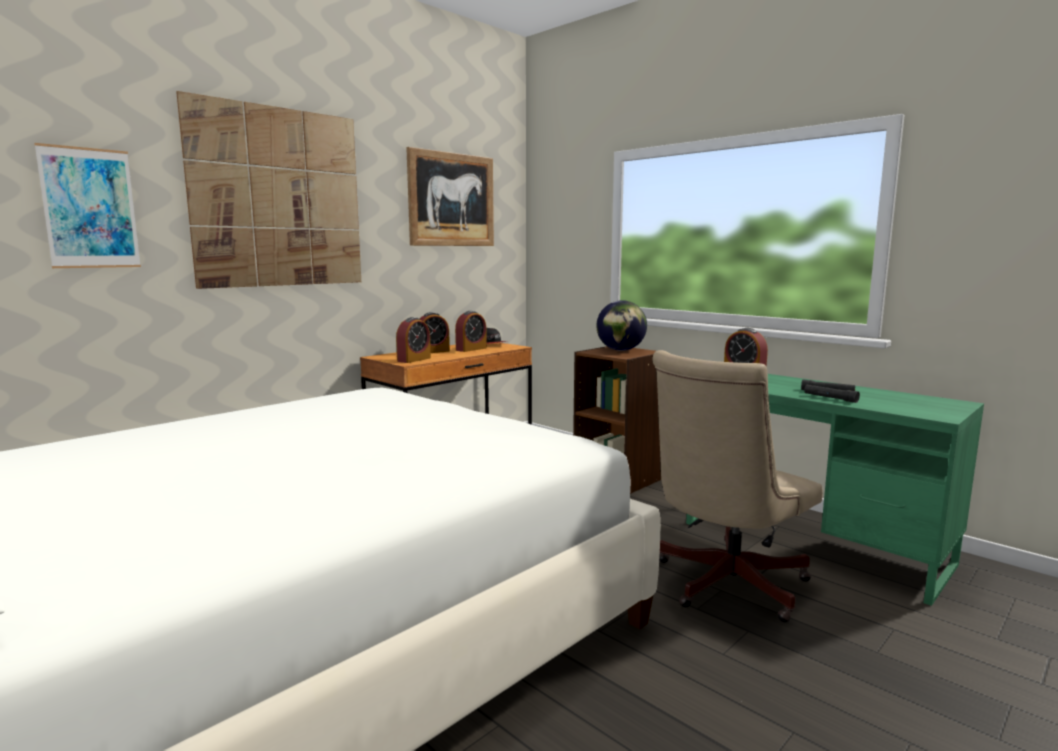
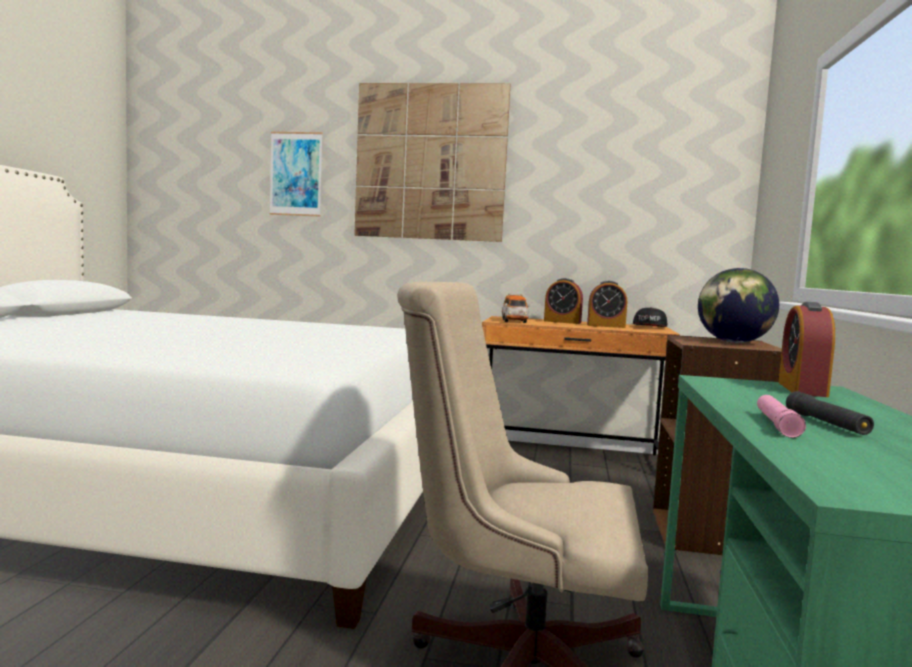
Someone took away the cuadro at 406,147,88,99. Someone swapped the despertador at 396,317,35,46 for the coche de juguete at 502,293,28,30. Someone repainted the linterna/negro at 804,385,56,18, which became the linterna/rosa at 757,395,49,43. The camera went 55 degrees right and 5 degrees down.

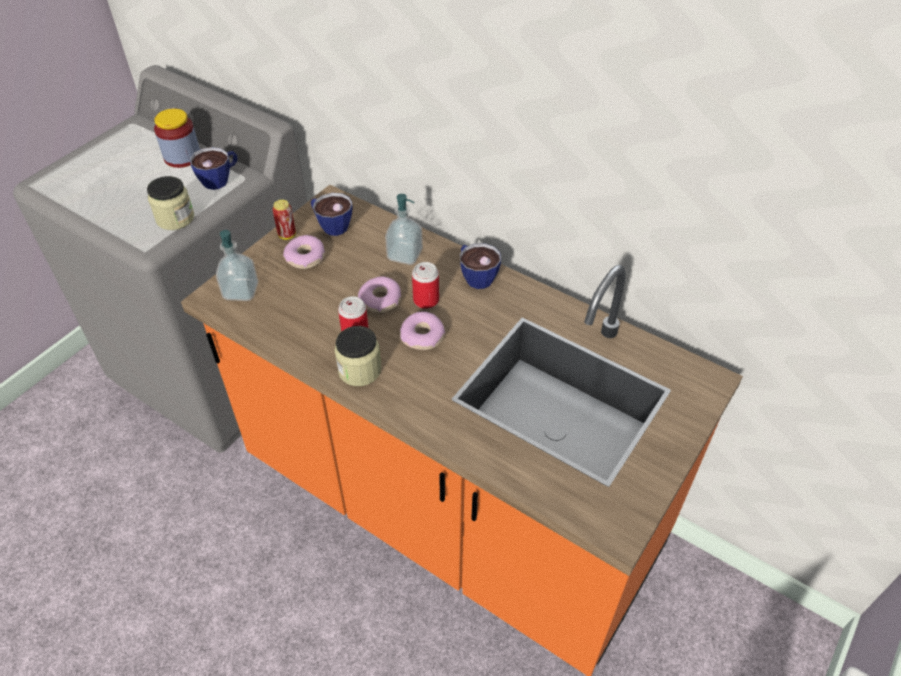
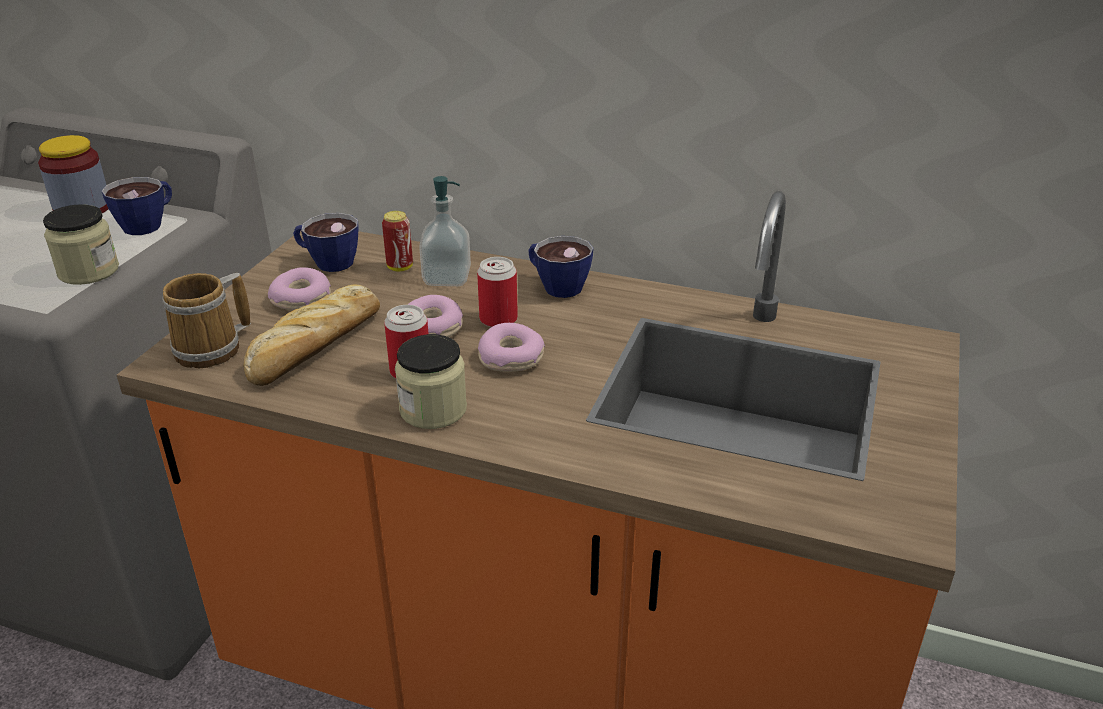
Someone put down the pan at 244,284,136,102. Someone carried the lata from 272,200,24,40 to 382,211,31,60. Someone swapped the dispensador de jabón at 216,230,42,71 for the taza grande at 162,273,89,95. The camera went 15 degrees left and 15 degrees down.

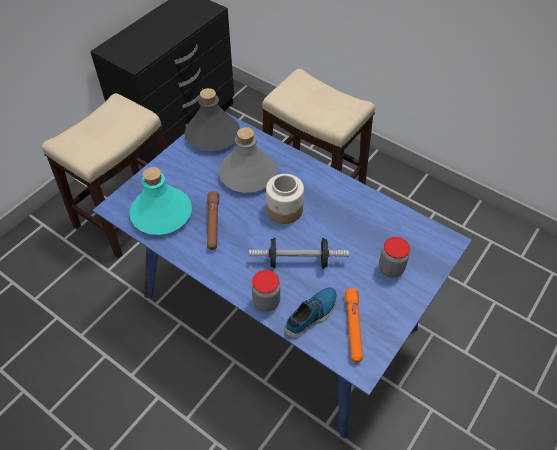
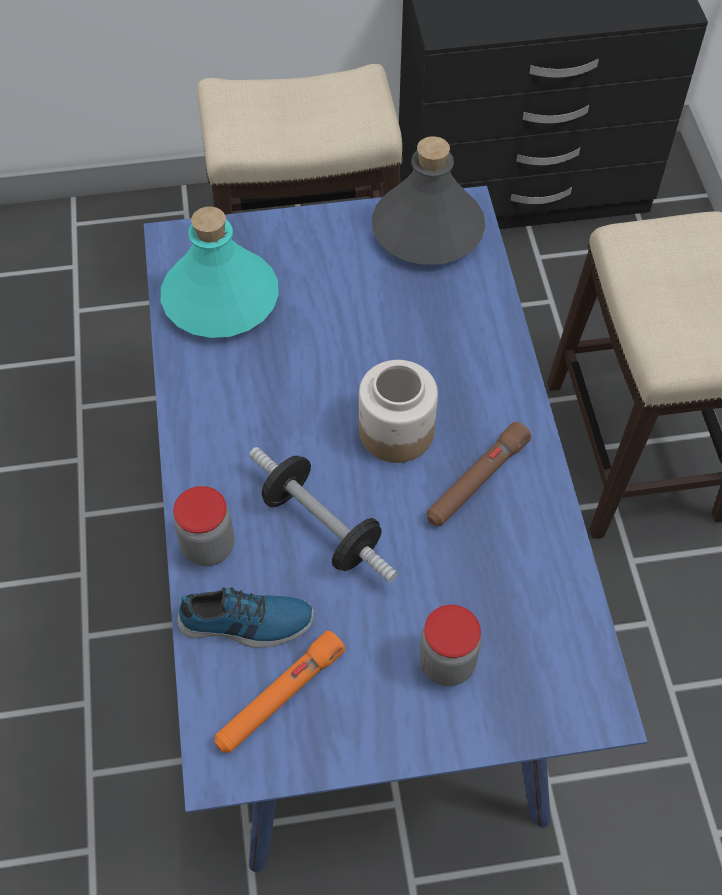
Someone took away the botella/gris at 219,127,58,66. Someone carried the linterna/marrón from 207,191,12,59 to 427,422,104,104. The camera went 45 degrees right and 5 degrees up.

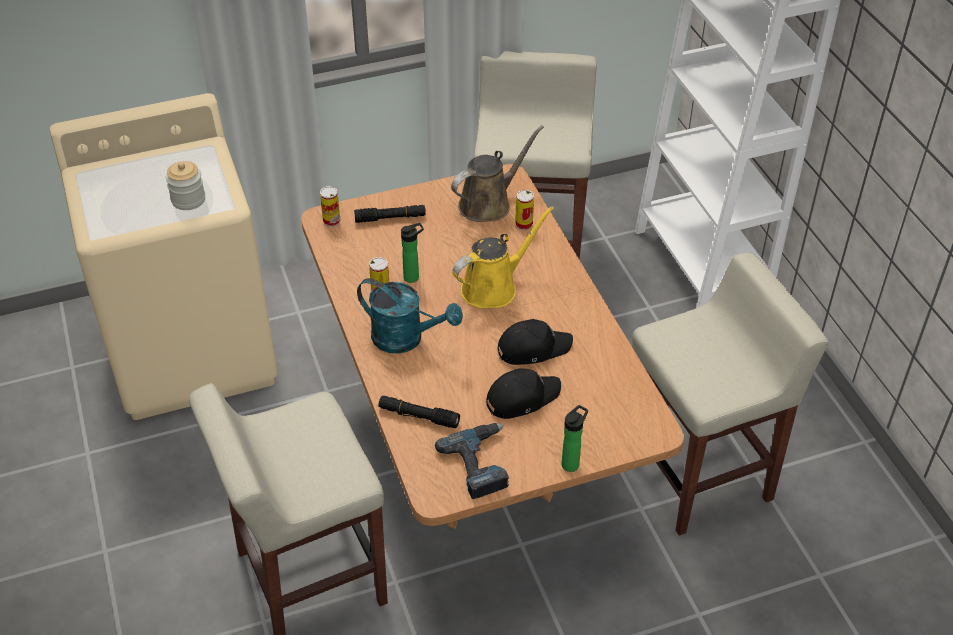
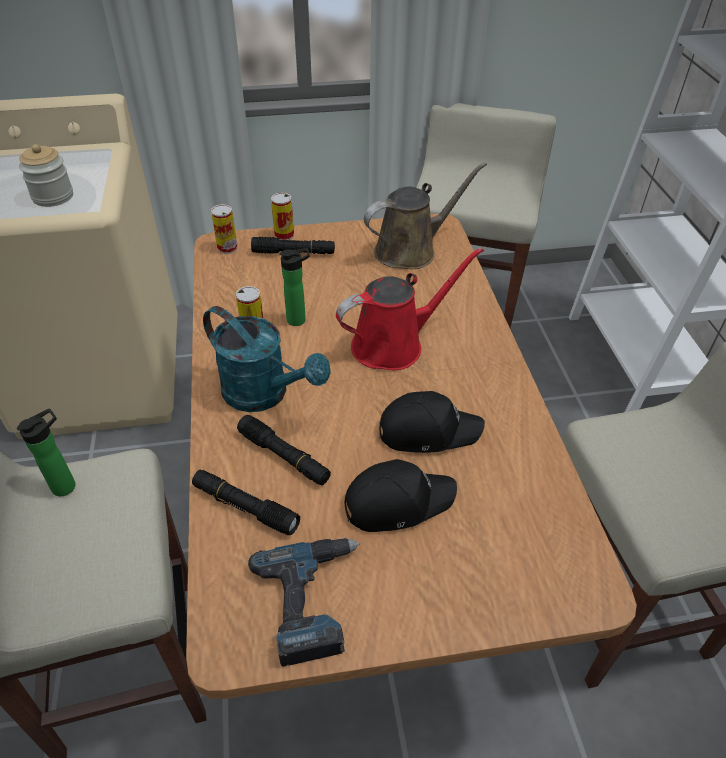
Someone put down the linterna/negro at 237,415,94,70. Someone carried the lata from 515,190,19,40 to 271,192,23,48. Someone carried the botella from 562,405,26,67 to 17,408,58,88. Someone repainted the regadera/amarillo at 452,206,102,103, which became the regadera/rojo at 336,247,148,124. The camera went 10 degrees right and 0 degrees up.

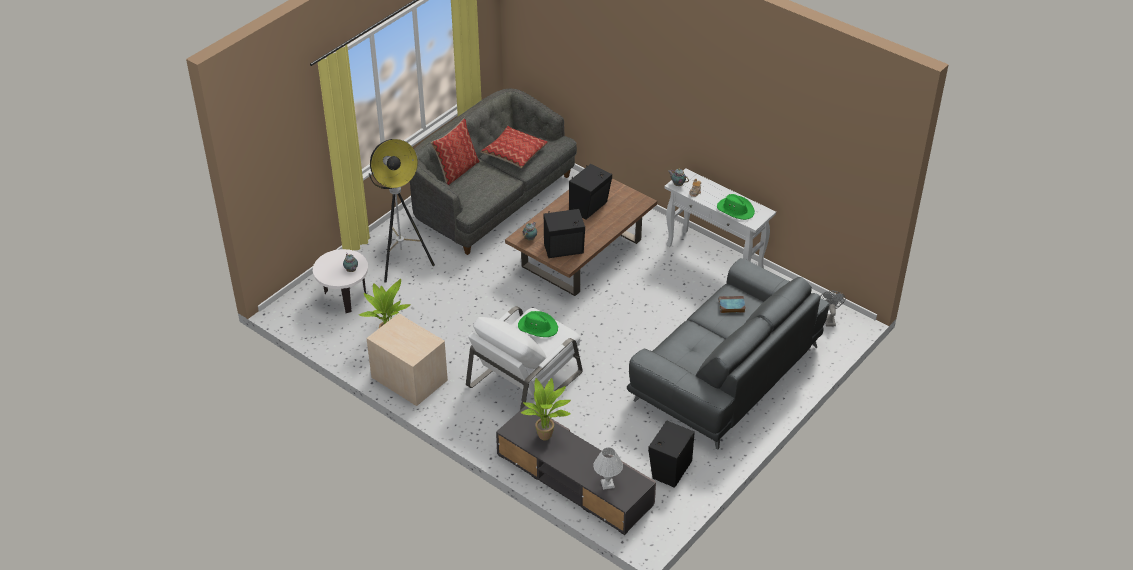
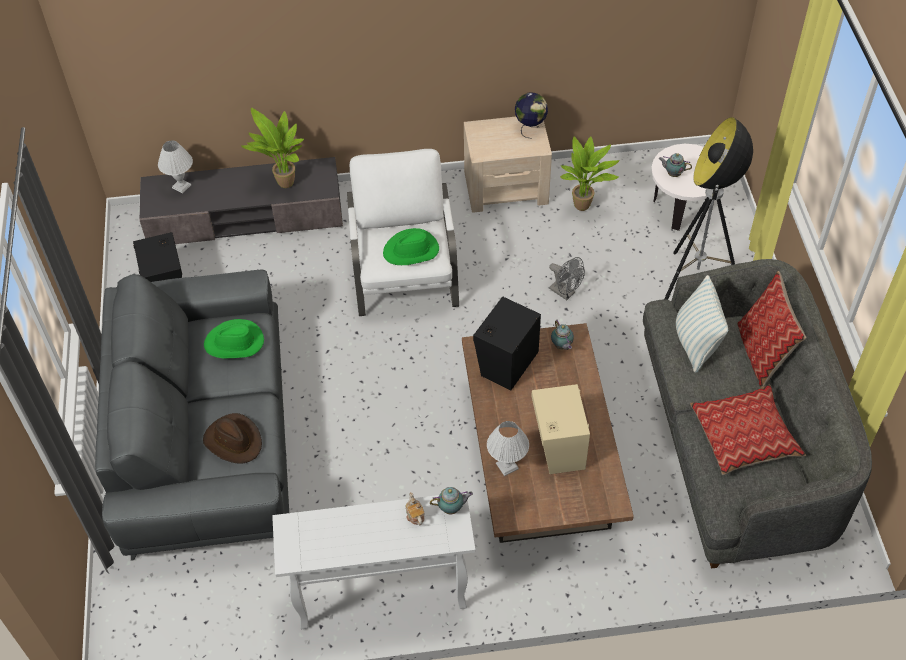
Someone put down the lámpara de mesa/blanco at 487,421,42,55. Someone put down the globo terráqueo at 515,93,33,46. Someone put down the cojín at 676,275,52,98. Someone carried the sombrero/verde from 717,194,38,26 to 204,319,60,40. Someone carried the ventilador/gris from 820,290,25,37 to 549,257,36,43. Someone swapped the libro at 719,296,27,17 for the sombrero/marrón at 203,413,59,51. Someone repainted the altavoz/negro at 569,164,43,56, which became the altavoz/beis at 532,384,58,90. The camera went 135 degrees right and 10 degrees up.

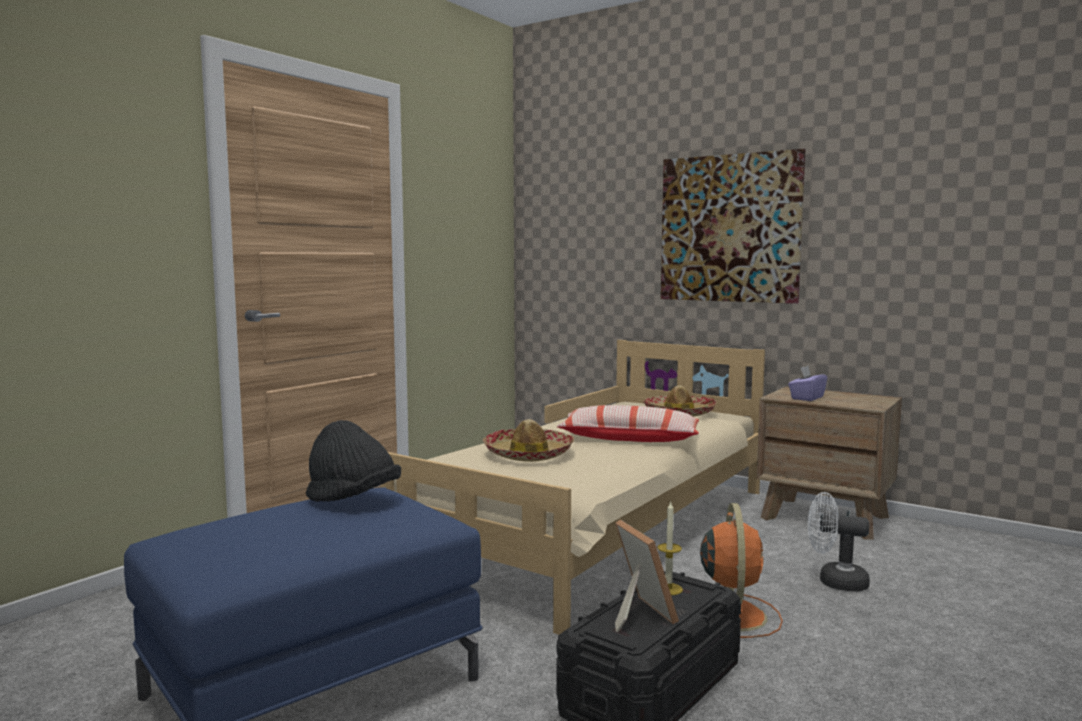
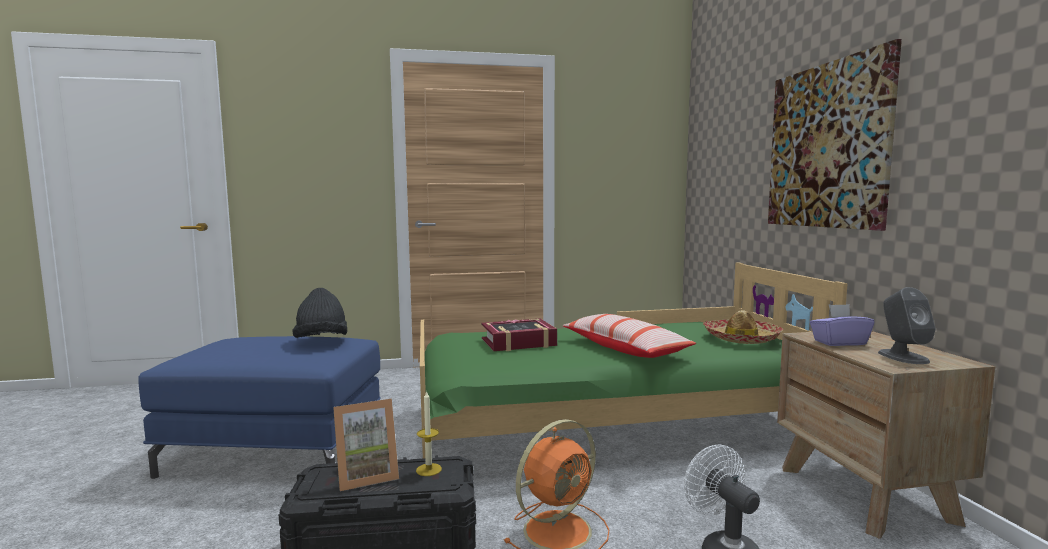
Someone put down the altavoz/gris at 878,287,58,77. Someone swapped the sombrero at 483,419,91,43 for the libro at 481,319,76,32. Someone repainted the cama/beis at 380,340,385,295, which became the cama/verde at 420,262,428,196. Someone rotated the portarretratos at 615,520,64,112 by 45 degrees clockwise. The camera went 45 degrees right and 0 degrees up.

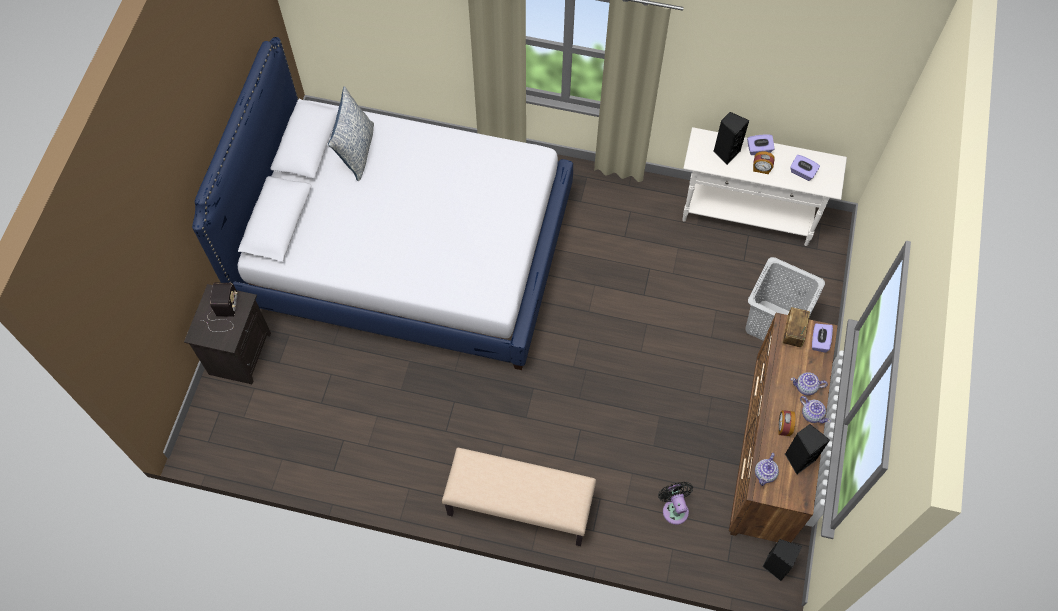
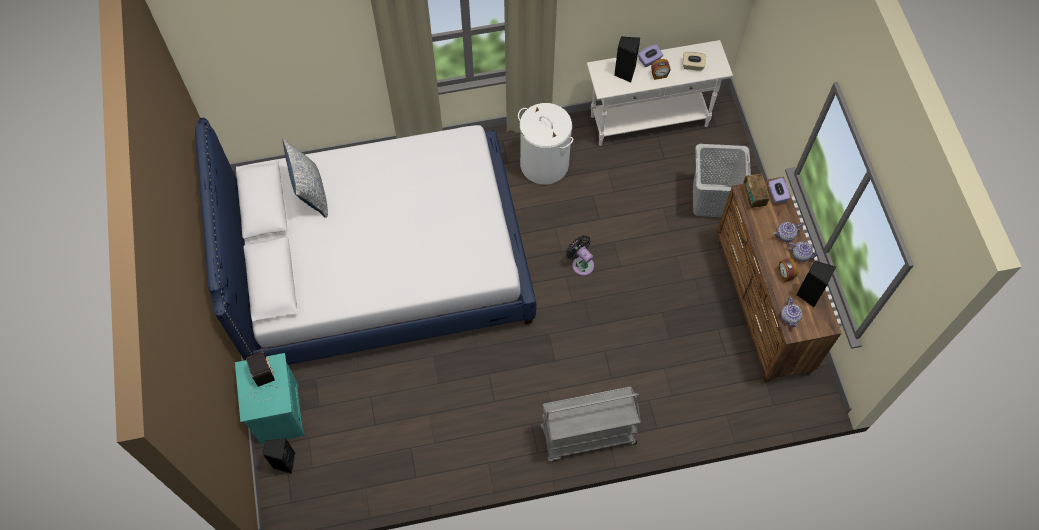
Someone put down the cesto de la ropa/blanco at 518,103,55,82. Someone carried the ventilador/negro from 658,482,35,43 to 566,235,28,41. Someone carried the altavoz/negro from 763,539,39,42 to 262,438,33,36. Someone swapped the banco/beis at 442,448,154,98 for the carrito/gris at 540,387,101,75. Someone repainted the mesita de noche/negro at 184,284,87,100, which became the mesita de noche/turquesa at 235,353,70,91. Someone repainted the caja de pañuelos/morado at 790,155,30,26, which became the caja de pañuelos/beis at 683,52,23,19. The camera went 25 degrees left and 0 degrees up.

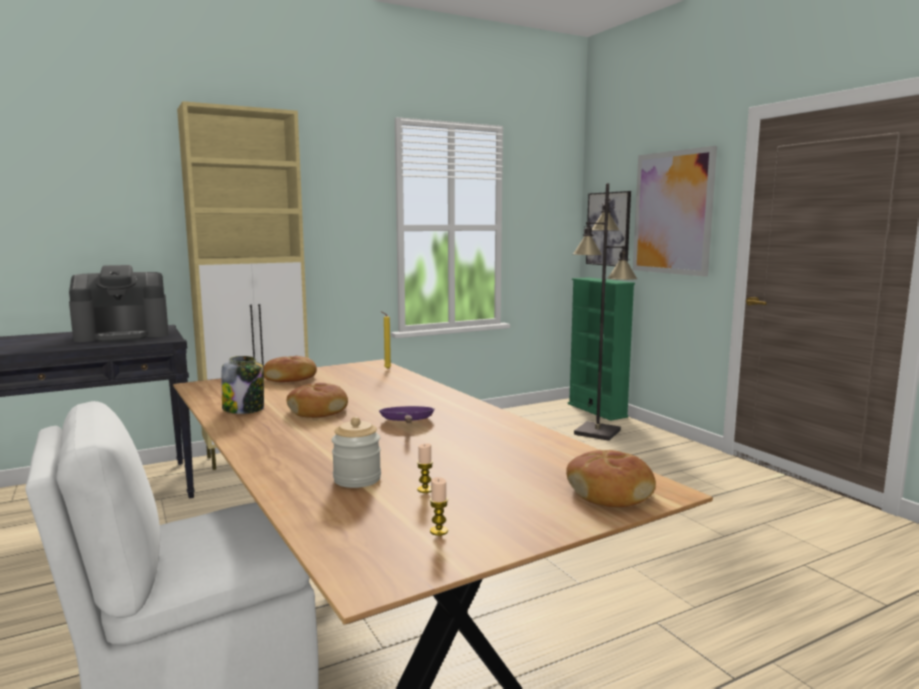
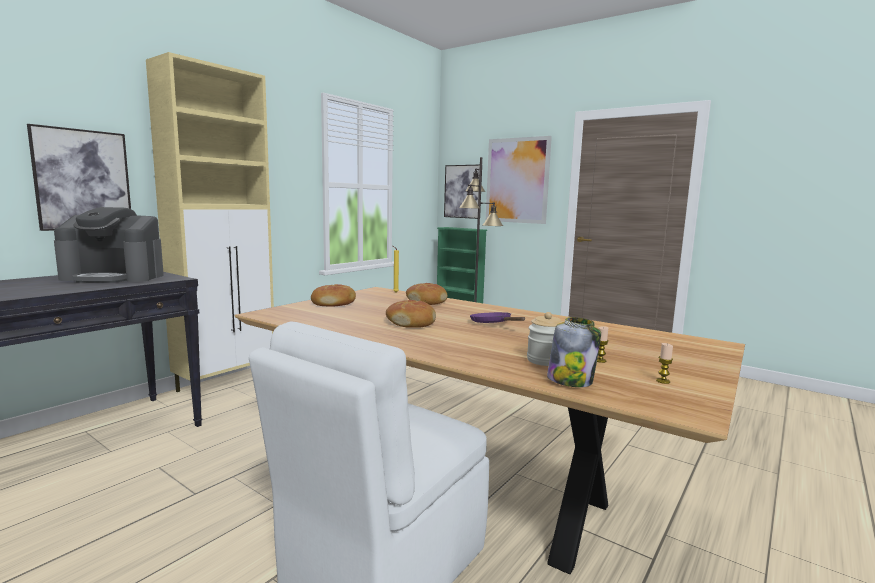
Someone put up the cuadro at 27,124,104,107. Someone carried the tarro from 222,356,42,58 to 547,317,54,70. Someone carried the pan from 566,450,90,57 to 406,283,41,22. Someone rotated the cafetera at 69,265,100,77 by 45 degrees clockwise. The camera went 25 degrees left and 0 degrees up.

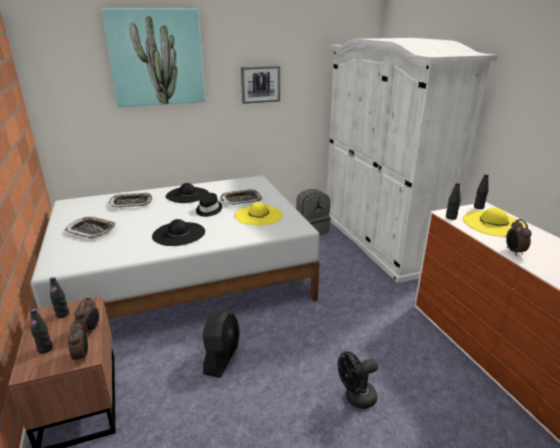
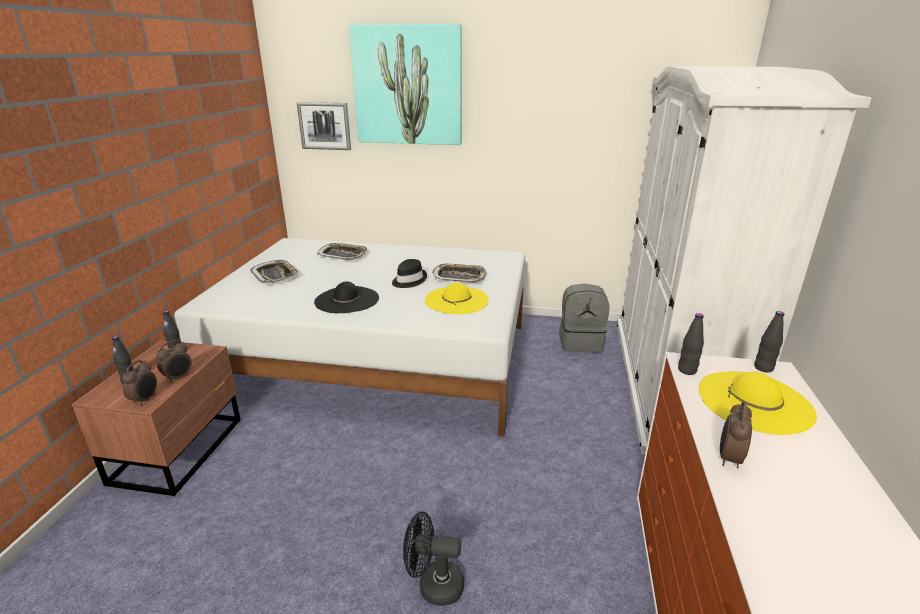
Someone took away the sombrero/negro at 166,183,43,20. Someone took away the ventilador/negro at 203,311,37,67. Someone carried the cuadro from 241,66,39,38 to 297,102,54,48. The camera went 30 degrees right and 0 degrees up.

